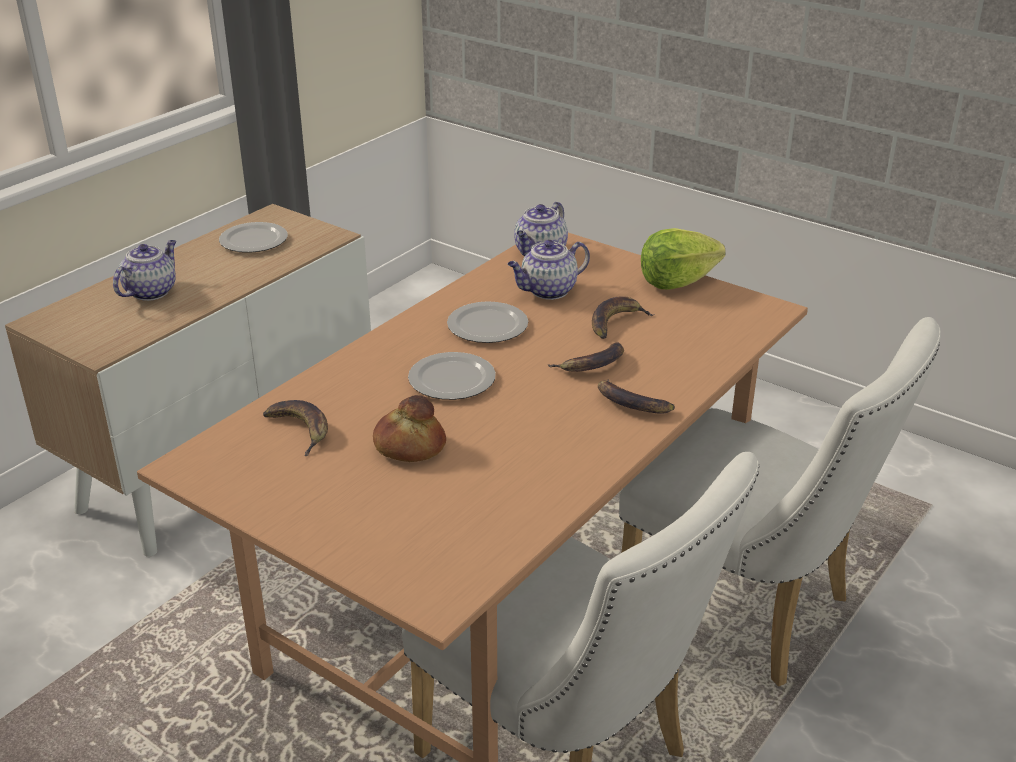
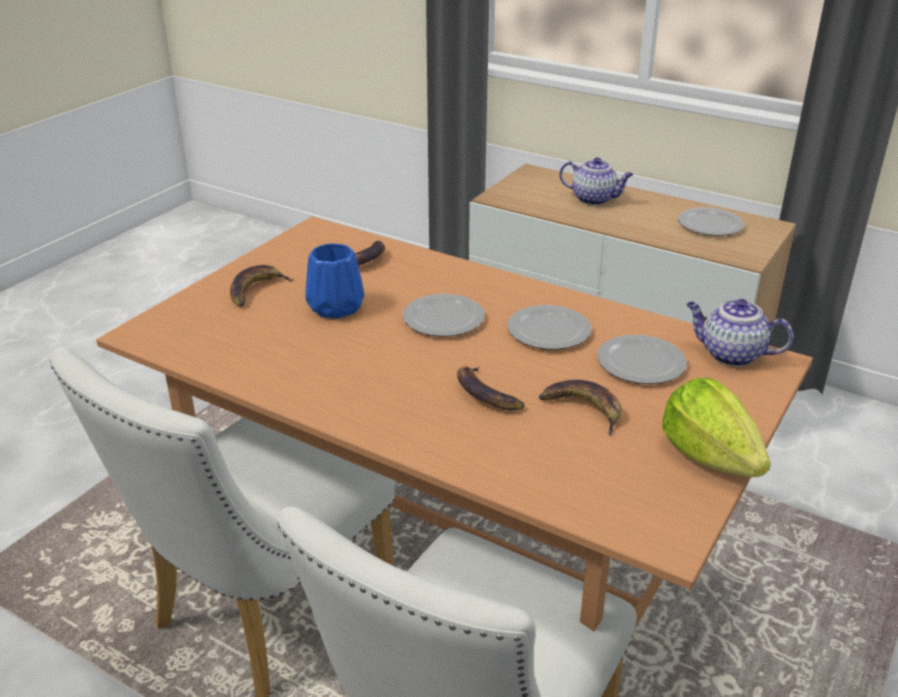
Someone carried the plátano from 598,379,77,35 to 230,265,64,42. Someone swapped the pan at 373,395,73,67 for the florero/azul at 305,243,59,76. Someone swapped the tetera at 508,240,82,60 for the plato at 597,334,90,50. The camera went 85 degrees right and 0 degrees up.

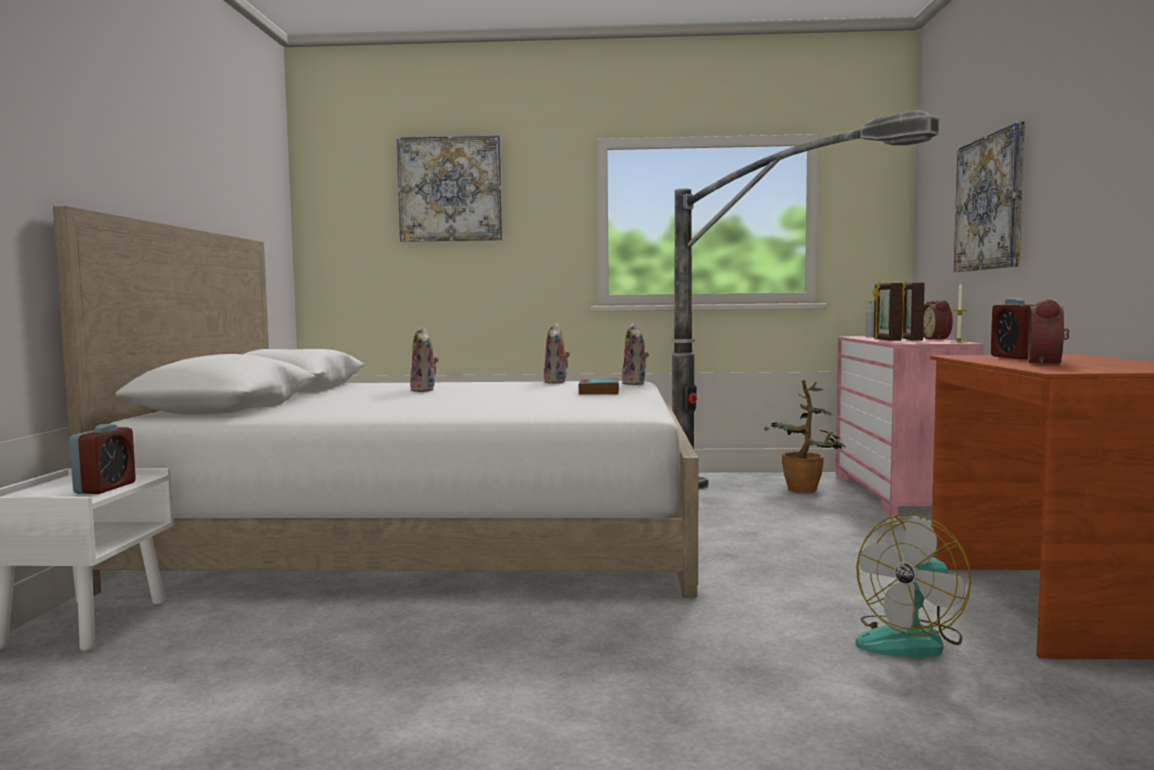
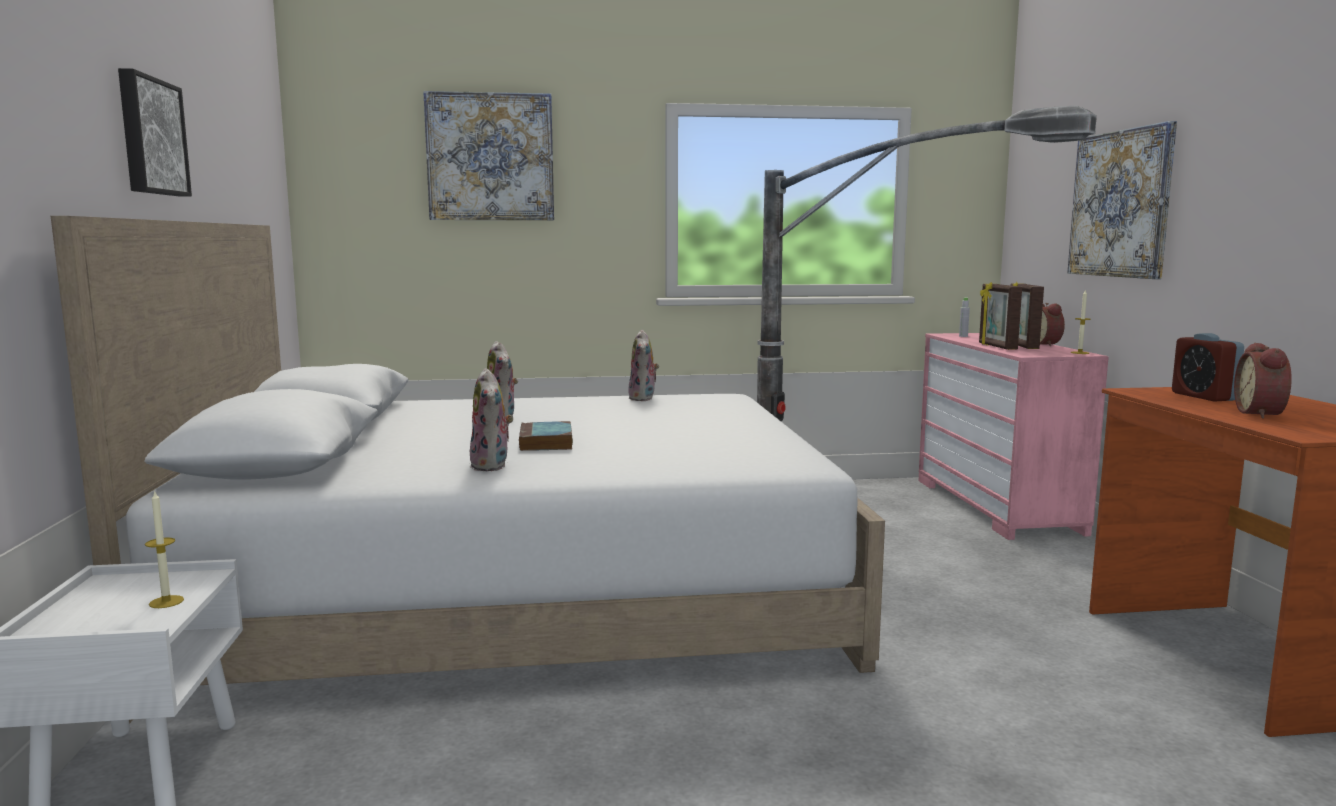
Someone took away the planta en maceta at 764,380,81,113. Someone took away the ventilador at 855,514,116,143. Someone put up the cuadro at 118,68,74,129. Someone carried the libro from 579,378,40,17 to 519,421,54,30. Someone carried the peluche from 622,323,27,62 to 470,368,43,103. Someone swapped the despertador at 70,424,66,70 for the vela at 145,490,39,118. The camera went 10 degrees left and 5 degrees up.

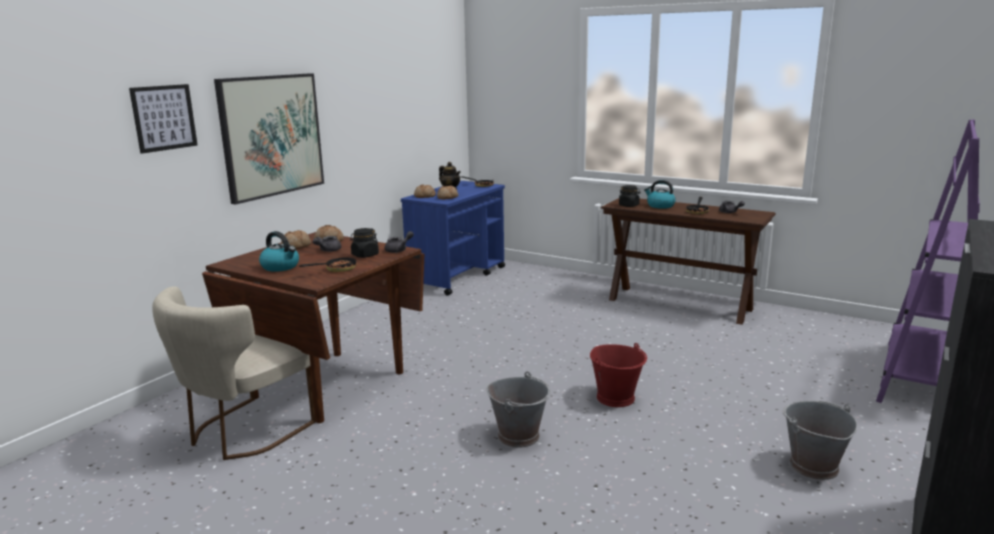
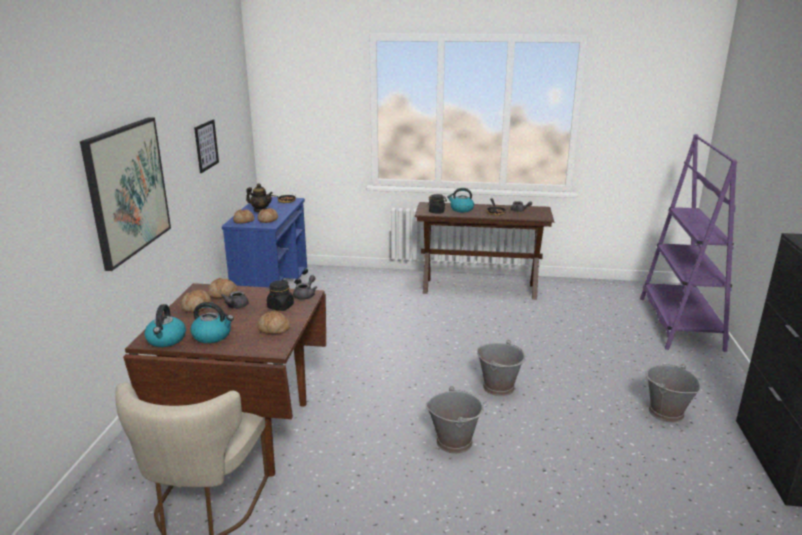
Someone put down the hervidor at 144,304,42,43. Someone carried the cuadro from 129,84,69,70 to 194,120,25,53. Someone swapped the sartén at 299,255,58,17 for the pan at 257,310,33,24. Someone repainted the cubo/rojo at 590,343,57,64, which became the cubo/gris at 477,340,49,56. The camera went 25 degrees left and 5 degrees up.

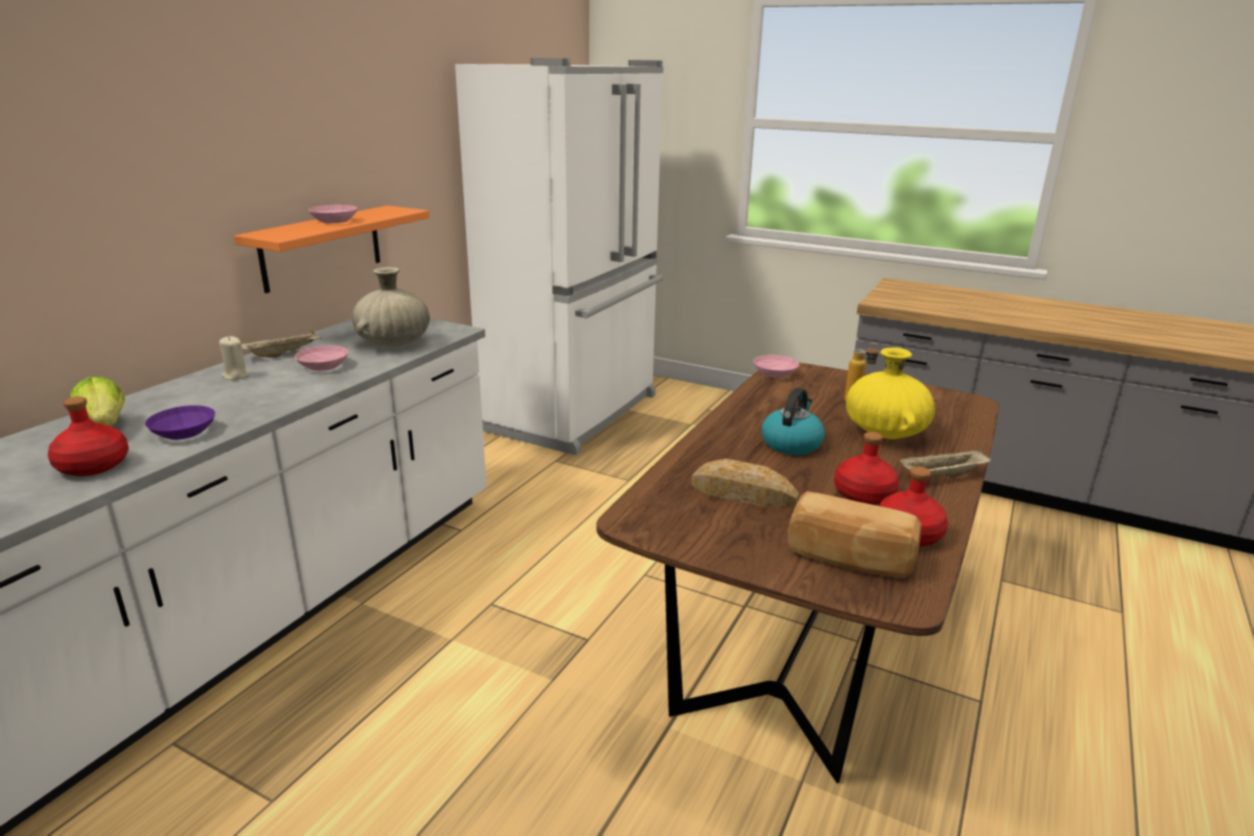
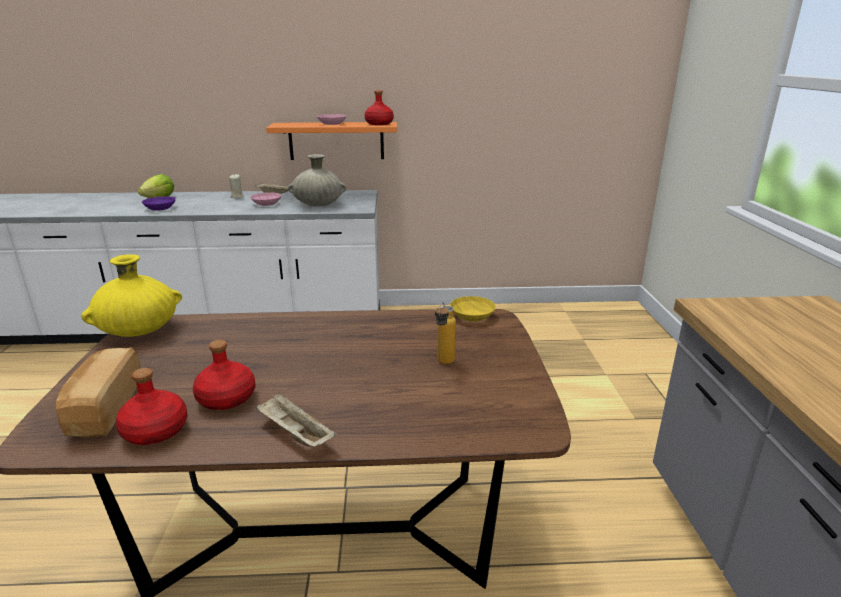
Someone took away the nevera/blanco at 455,58,208,397. Someone took away the pan at 691,459,108,49. Someone took away the hervidor at 762,388,63,67. Someone carried the botella/rojo from 48,397,81,79 to 365,90,29,35. Someone carried the florero/amarillo from 846,348,89,91 to 81,254,101,83. Someone repainted the cuenco/rosa at 753,355,46,23, which became the cuenco/amarillo at 450,296,46,26. The camera went 60 degrees right and 0 degrees up.

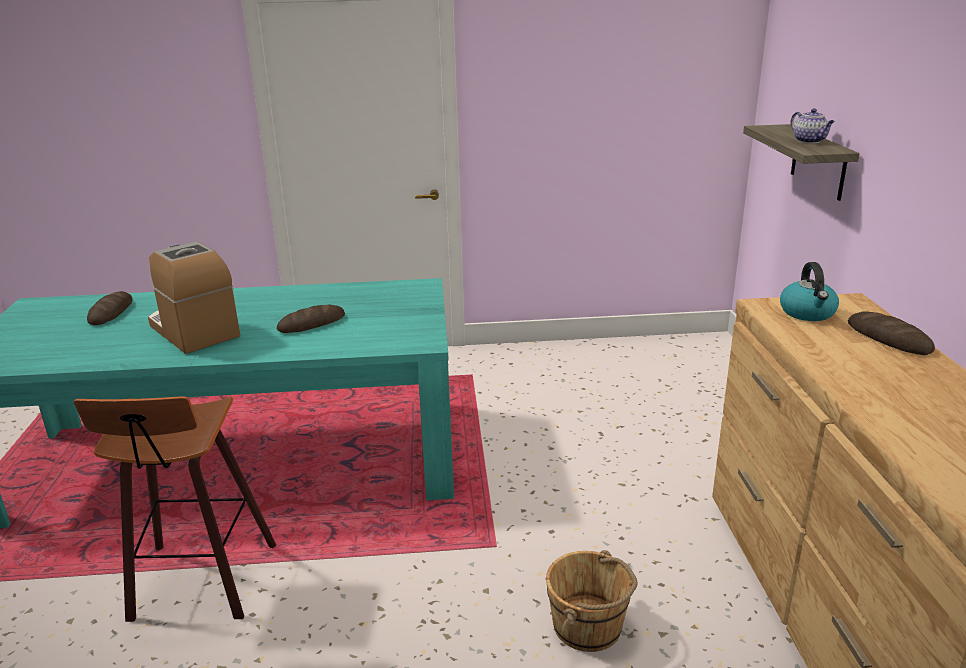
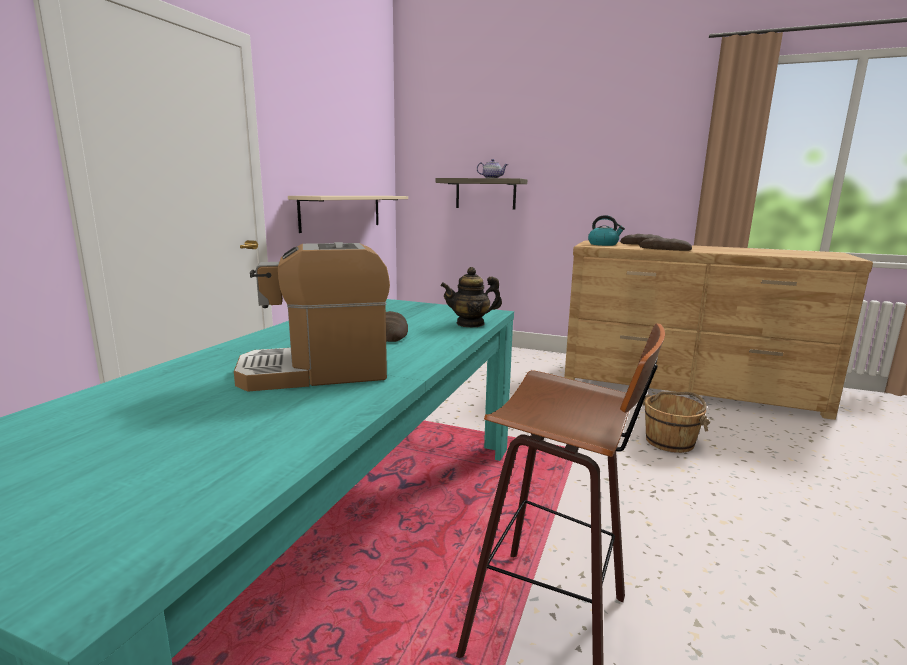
Someone put up the estante/beis at 288,196,120,37. Someone put down the tetera at 441,267,61,60. Someone carried the pan from 87,291,46,34 to 639,238,53,13. The camera went 65 degrees left and 10 degrees down.

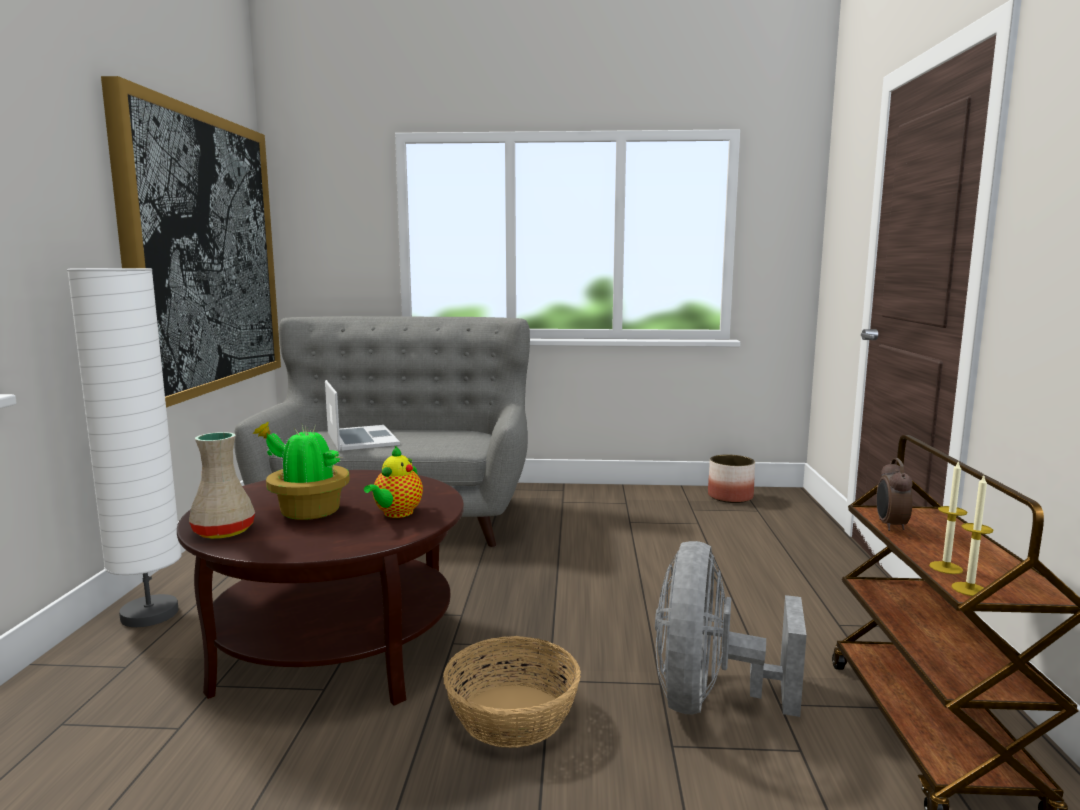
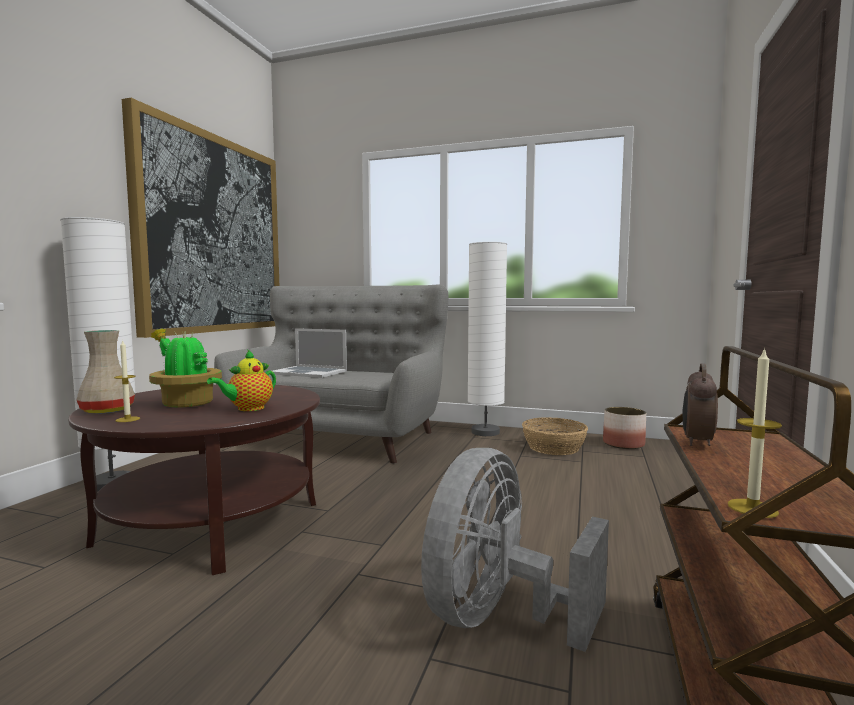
Someone put down the lámpara de pie/blanco at 468,242,39,194. Someone carried the cesta from 443,636,138,112 to 522,417,66,38. Someone carried the vela from 929,460,38,114 to 114,340,26,82. Someone rotated the portátil at 325,380,75,71 by 120 degrees clockwise. The camera went 15 degrees right and 5 degrees down.

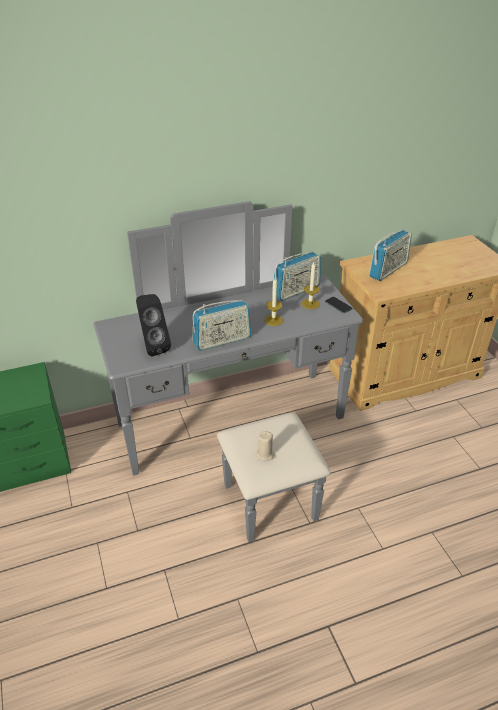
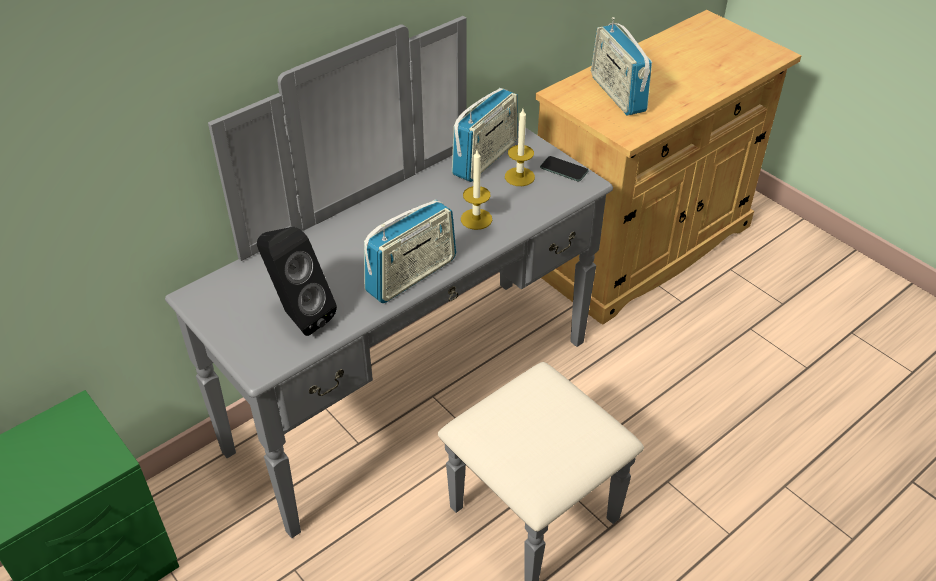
Someone took away the vela/beis at 256,431,19,30. Someone rotated the radio at 369,230,43,51 by 135 degrees clockwise. The camera went 20 degrees left and 5 degrees up.

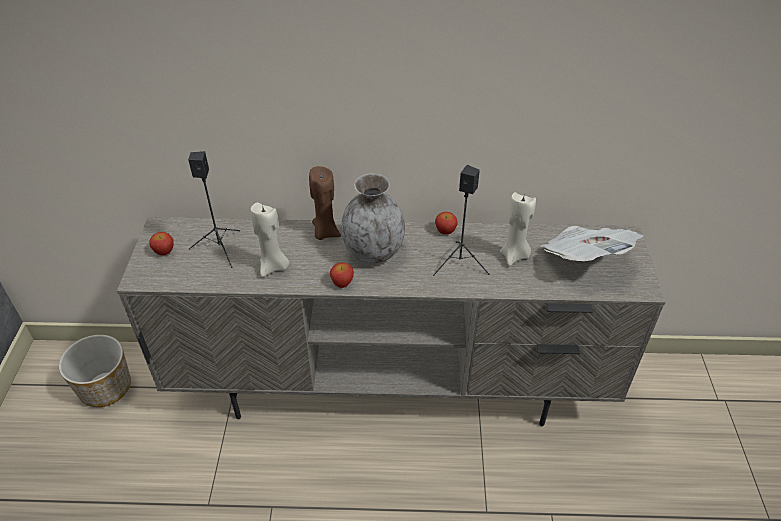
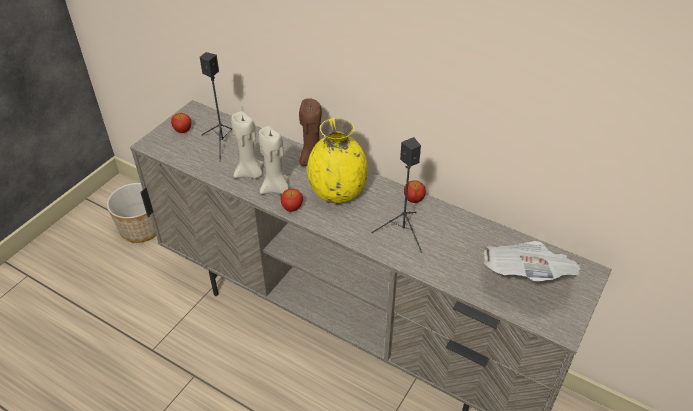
Someone carried the vela/beis from 500,192,36,74 to 259,126,30,68. Someone repainted the florero/gris at 341,173,64,90, which became the florero/amarillo at 307,118,61,86. The camera went 30 degrees right and 0 degrees up.

